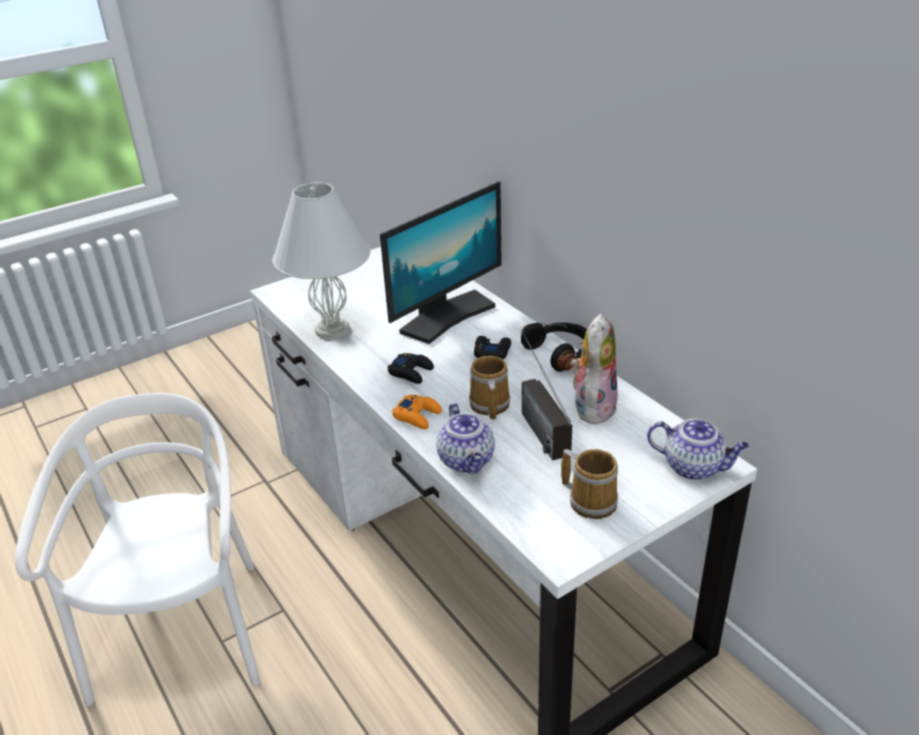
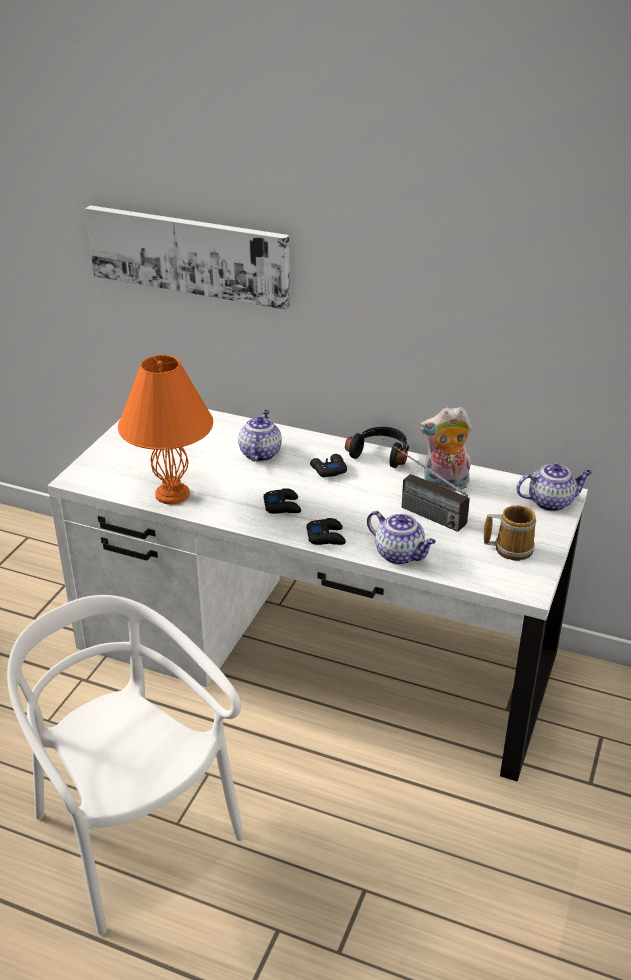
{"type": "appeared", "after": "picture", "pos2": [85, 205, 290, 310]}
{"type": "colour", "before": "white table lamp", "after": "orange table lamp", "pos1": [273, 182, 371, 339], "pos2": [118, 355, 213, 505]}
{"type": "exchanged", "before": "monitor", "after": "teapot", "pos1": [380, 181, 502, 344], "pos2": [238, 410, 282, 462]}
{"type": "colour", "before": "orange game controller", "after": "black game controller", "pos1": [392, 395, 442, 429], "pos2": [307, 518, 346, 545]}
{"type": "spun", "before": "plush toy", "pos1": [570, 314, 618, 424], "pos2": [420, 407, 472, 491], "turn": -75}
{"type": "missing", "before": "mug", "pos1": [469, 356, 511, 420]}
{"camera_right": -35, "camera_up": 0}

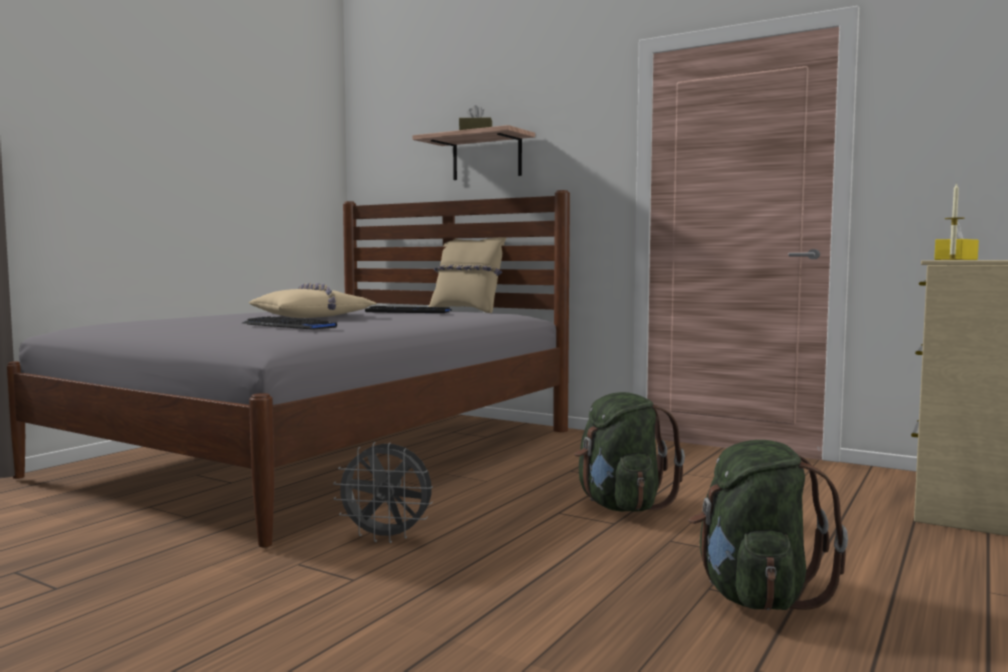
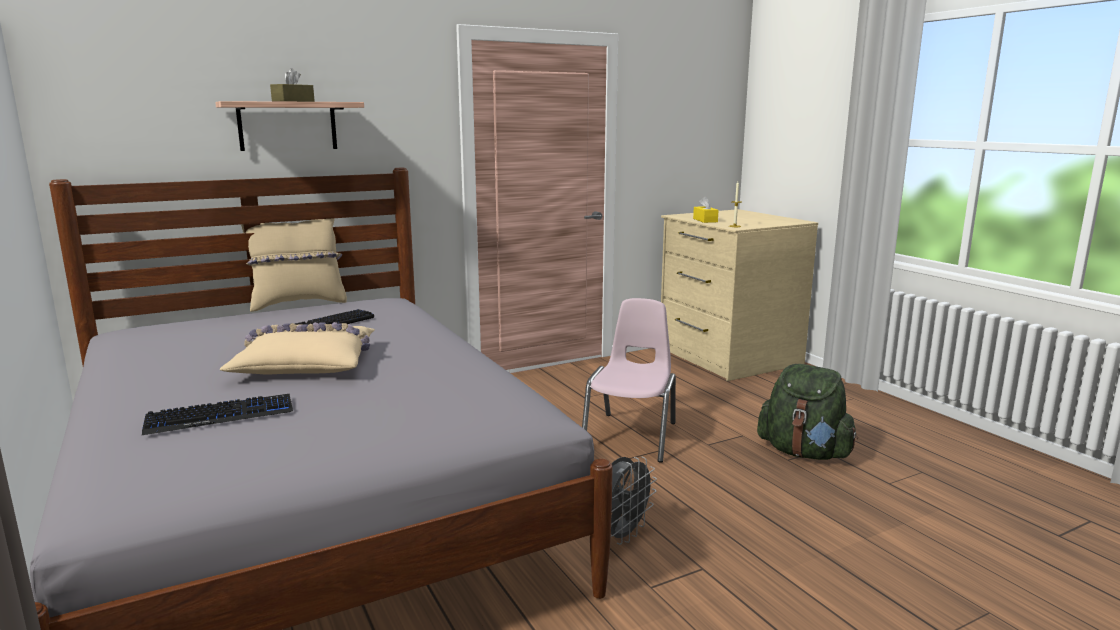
{"type": "relocated", "before": "keyboard", "pos1": [242, 316, 337, 330], "pos2": [142, 394, 293, 435]}
{"type": "exchanged", "before": "green backpack", "after": "pink chair", "pos1": [575, 392, 685, 512], "pos2": [582, 298, 676, 462]}
{"camera_right": -60, "camera_up": 10}

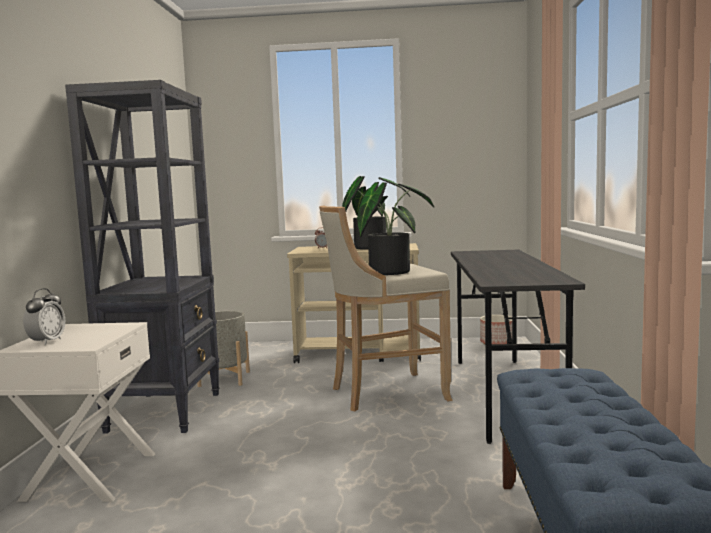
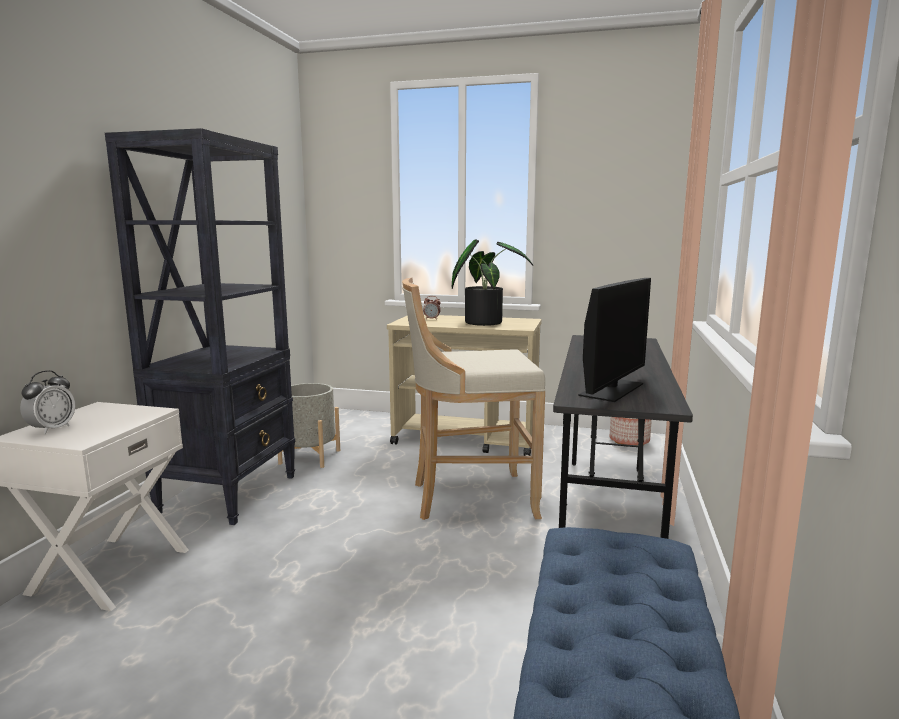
{"type": "appeared", "after": "monitor", "pos2": [578, 278, 651, 402]}
{"type": "missing", "before": "potted plant", "pos1": [357, 182, 434, 275]}
{"camera_right": 10, "camera_up": 5}

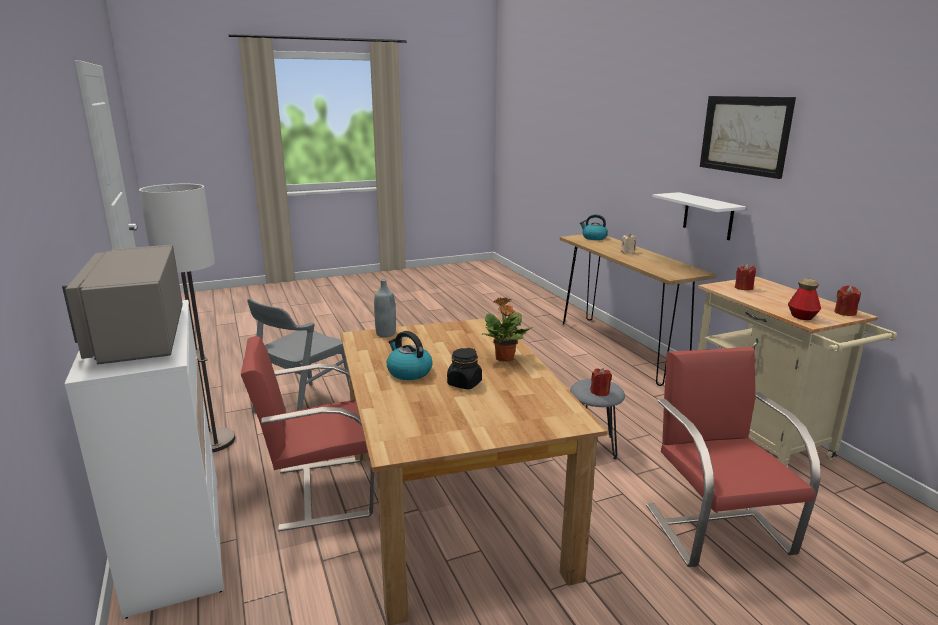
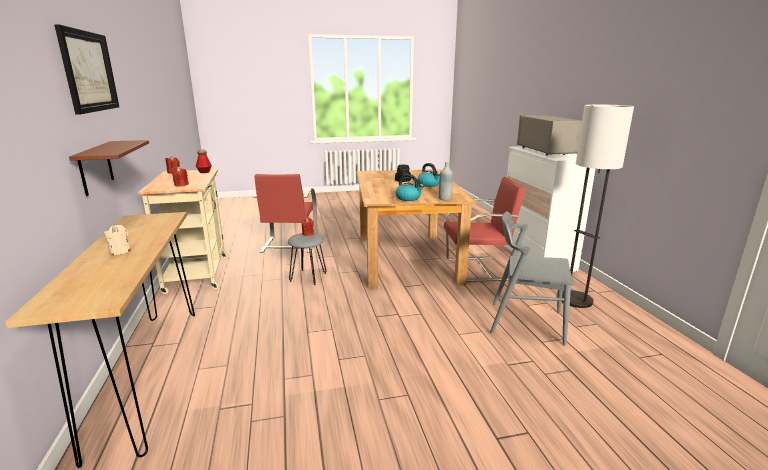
{"type": "colour", "before": "white shelf", "after": "brown shelf", "pos1": [653, 192, 746, 240], "pos2": [69, 140, 149, 196]}
{"type": "relocated", "before": "kettle", "pos1": [580, 214, 608, 240], "pos2": [395, 174, 424, 201]}
{"type": "spun", "before": "grey chair", "pos1": [247, 299, 350, 413], "pos2": [490, 211, 575, 345], "turn": -120}
{"type": "missing", "before": "potted plant", "pos1": [482, 297, 533, 361]}
{"camera_right": -170, "camera_up": 0}

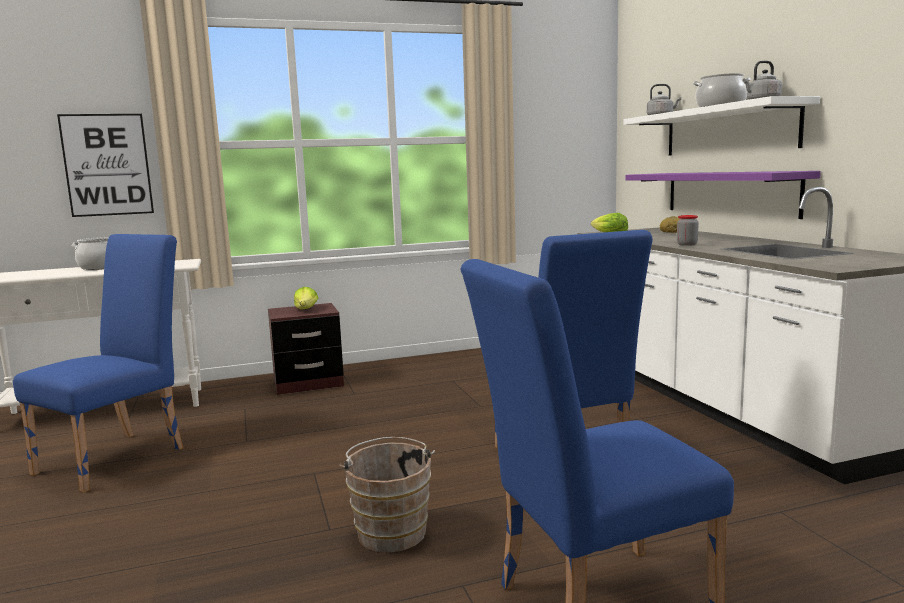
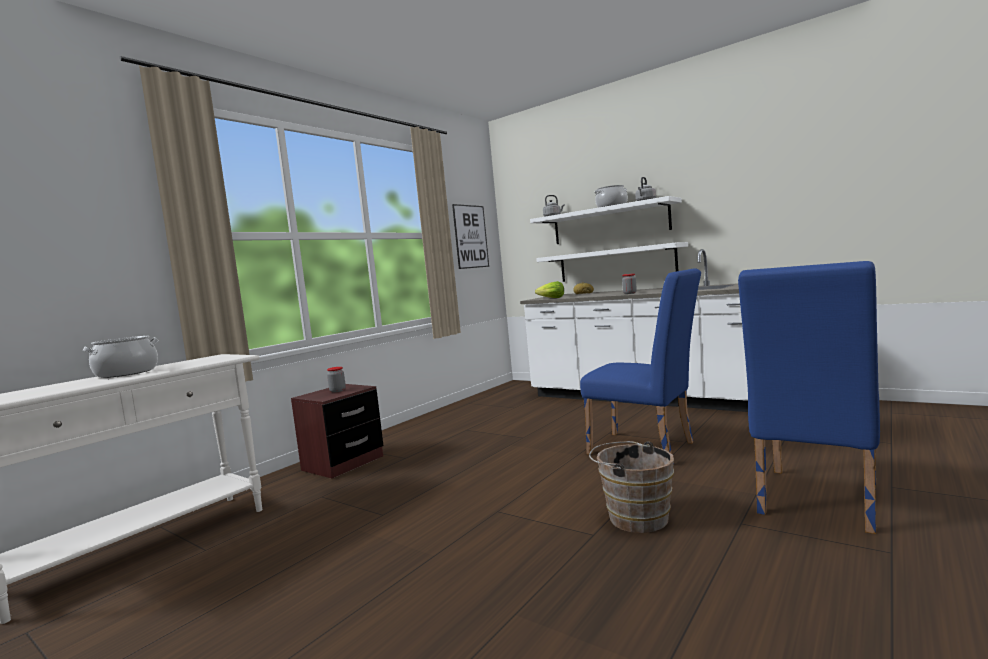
{"type": "exchanged", "before": "lettuce", "after": "jar", "pos1": [294, 287, 318, 309], "pos2": [327, 367, 346, 392]}
{"type": "relocated", "before": "picture", "pos1": [57, 114, 154, 217], "pos2": [452, 204, 489, 269]}
{"type": "colour", "before": "purple shelf", "after": "white shelf", "pos1": [626, 171, 821, 219], "pos2": [536, 242, 688, 282]}
{"type": "missing", "before": "blue chair", "pos1": [13, 234, 183, 493]}
{"camera_right": -35, "camera_up": -5}

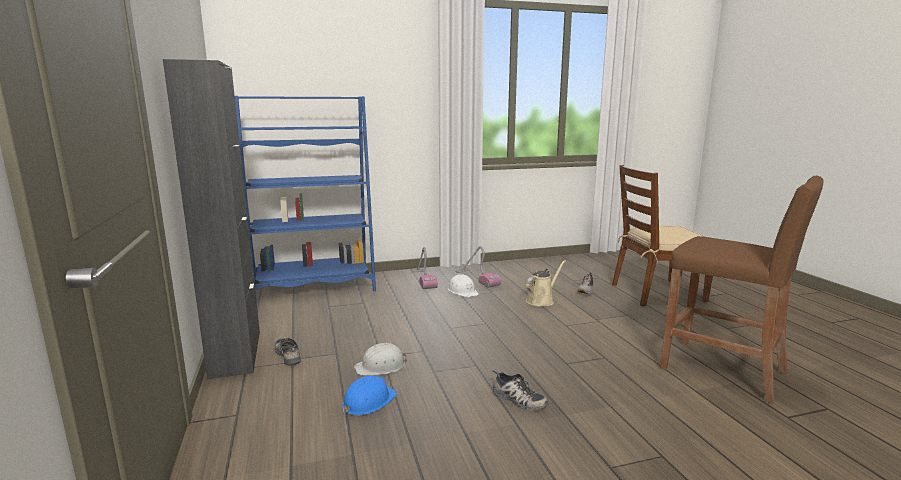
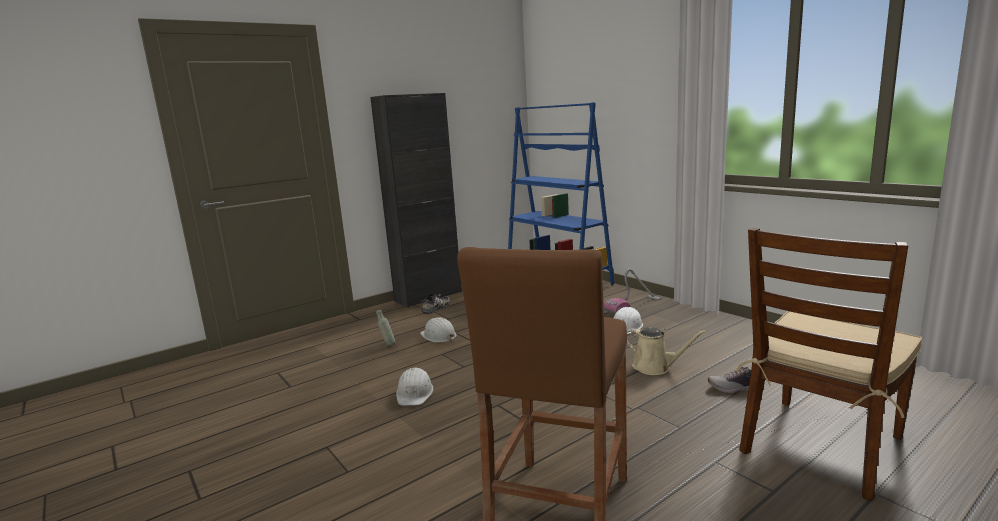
{"type": "exchanged", "before": "blue hard hat", "after": "grey bottle", "pos1": [343, 376, 397, 415], "pos2": [376, 309, 396, 346]}
{"type": "exchanged", "before": "shoe", "after": "white hard hat", "pos1": [493, 370, 548, 411], "pos2": [396, 367, 434, 406]}
{"type": "spun", "before": "brown chair", "pos1": [612, 165, 713, 307], "pos2": [736, 227, 922, 501], "turn": -105}
{"type": "missing", "before": "vacuum cleaner", "pos1": [455, 246, 501, 288]}
{"camera_right": 70, "camera_up": 0}

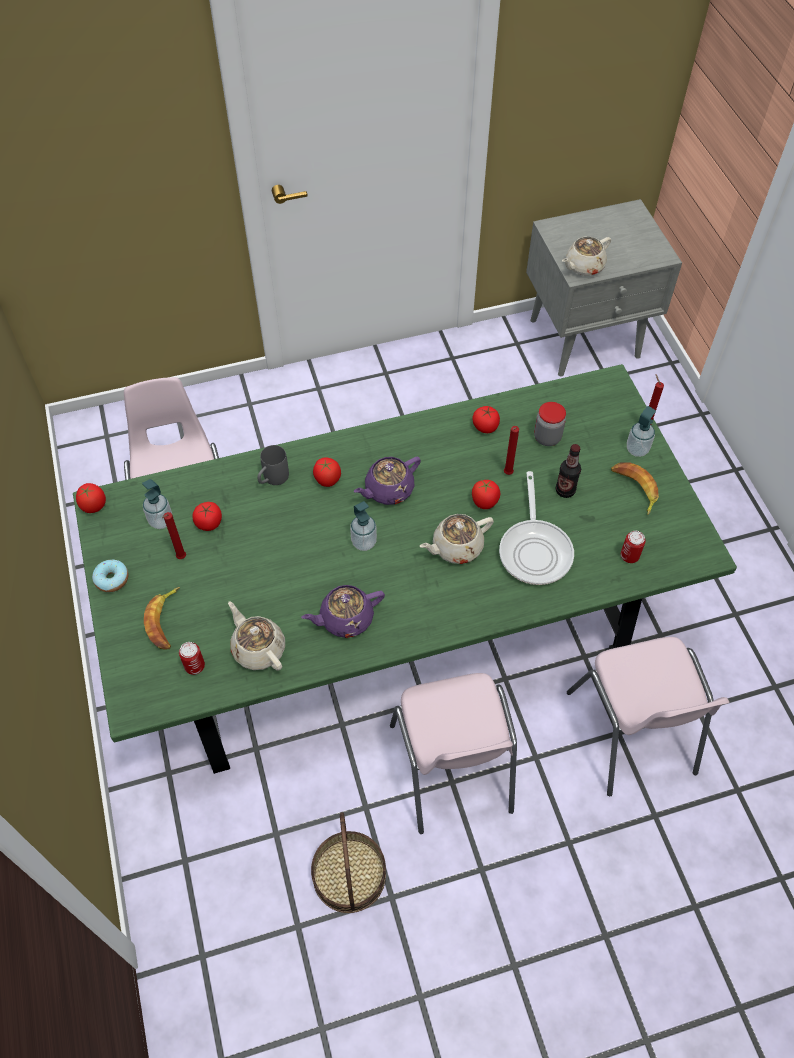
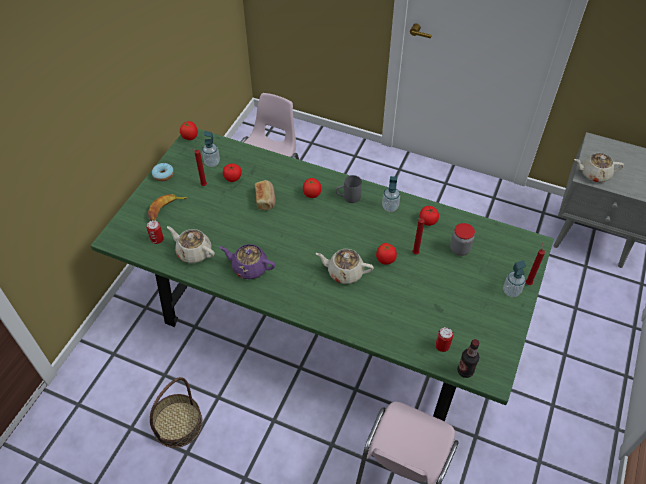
{"type": "spun", "before": "beige teapot", "pos1": [228, 601, 285, 671], "pos2": [167, 226, 215, 263], "turn": -60}
{"type": "appeared", "after": "bread", "pos2": [255, 180, 276, 211]}
{"type": "relocated", "before": "grey mug", "pos1": [257, 445, 289, 485], "pos2": [336, 175, 362, 203]}
{"type": "relocated", "before": "soap dispenser", "pos1": [350, 501, 377, 551], "pos2": [382, 176, 400, 212]}
{"type": "relocated", "before": "bottle", "pos1": [556, 444, 581, 498], "pos2": [457, 339, 480, 378]}
{"type": "missing", "before": "purple teapot", "pos1": [354, 456, 421, 505]}
{"type": "missing", "before": "pink chair", "pos1": [390, 673, 517, 834]}
{"type": "missing", "before": "frying pan", "pos1": [499, 471, 574, 585]}
{"type": "missing", "before": "banana", "pos1": [611, 462, 659, 515]}
{"camera_right": 40, "camera_up": -5}

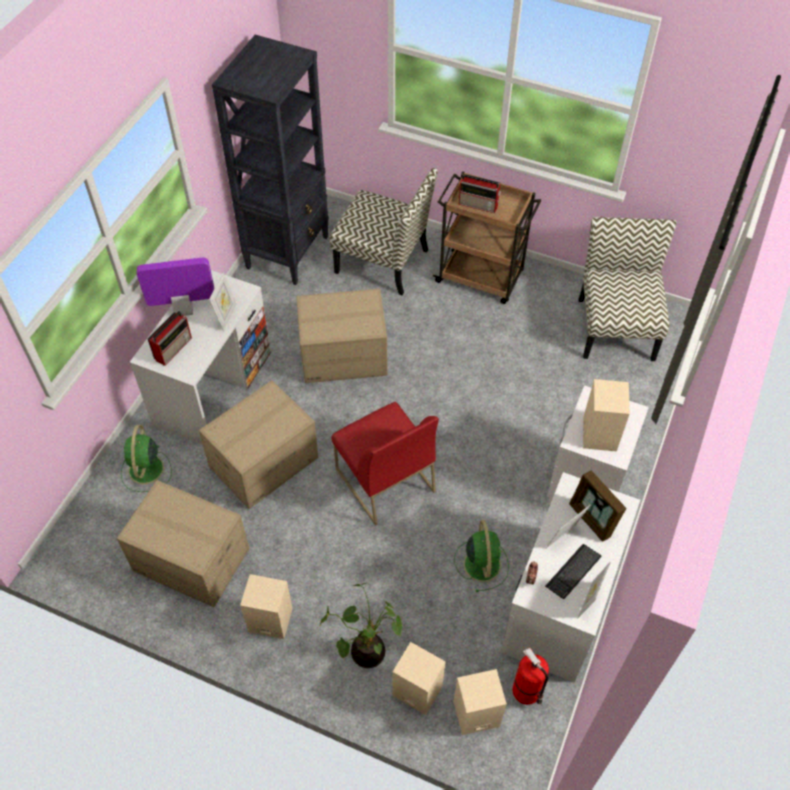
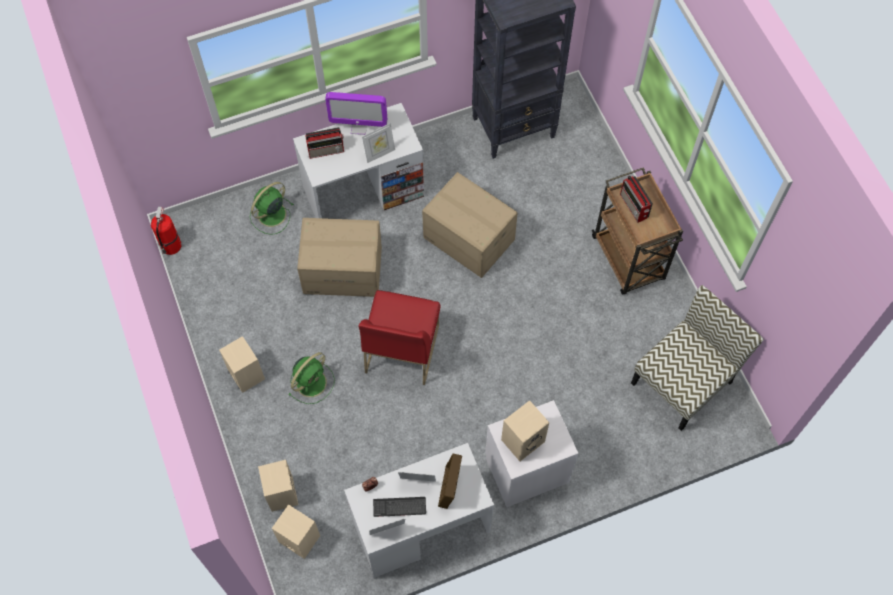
{"type": "relocated", "before": "fire extinguisher", "pos1": [512, 648, 549, 705], "pos2": [151, 207, 181, 255]}
{"type": "relocated", "before": "green fan", "pos1": [454, 520, 509, 592], "pos2": [288, 352, 335, 404]}
{"type": "spun", "before": "monitor", "pos1": [137, 258, 215, 316], "pos2": [325, 92, 387, 135], "turn": 150}
{"type": "missing", "before": "cardboard box", "pos1": [117, 480, 249, 607]}
{"type": "missing", "before": "potted plant", "pos1": [320, 583, 402, 668]}
{"type": "missing", "before": "chair", "pos1": [330, 168, 437, 296]}
{"camera_right": 45, "camera_up": 10}

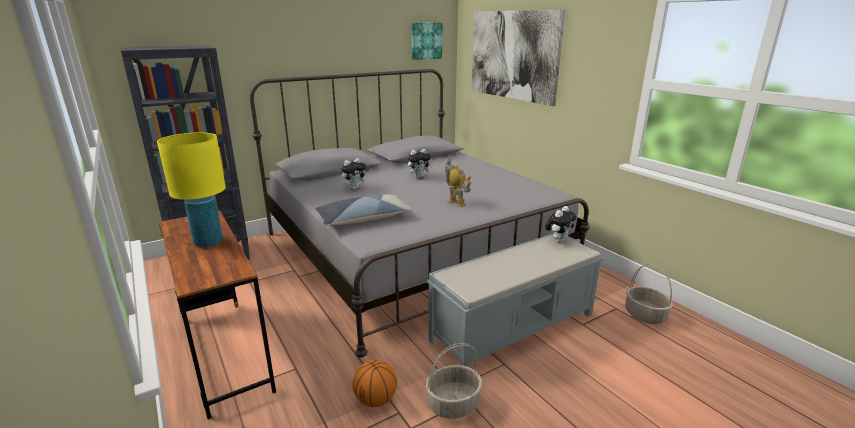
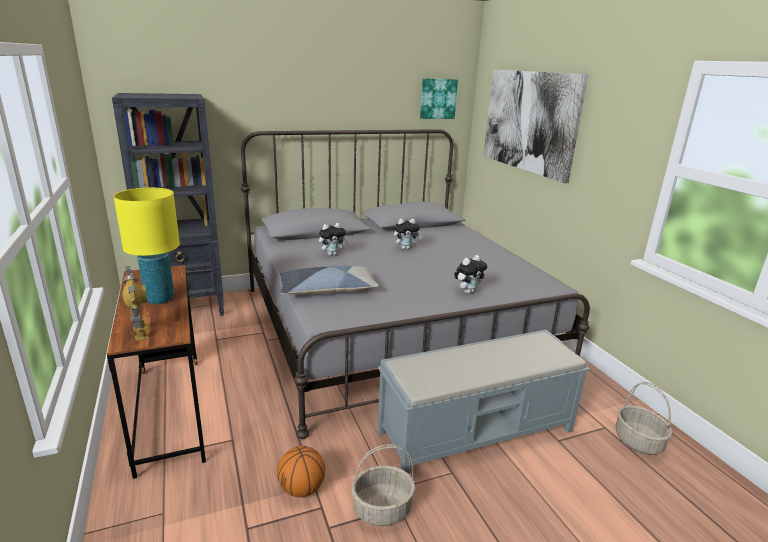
{"type": "relocated", "before": "toy robot", "pos1": [445, 159, 471, 207], "pos2": [122, 266, 149, 341]}
{"type": "relocated", "before": "plush toy", "pos1": [545, 206, 576, 243], "pos2": [454, 255, 487, 294]}
{"camera_right": 10, "camera_up": 0}

